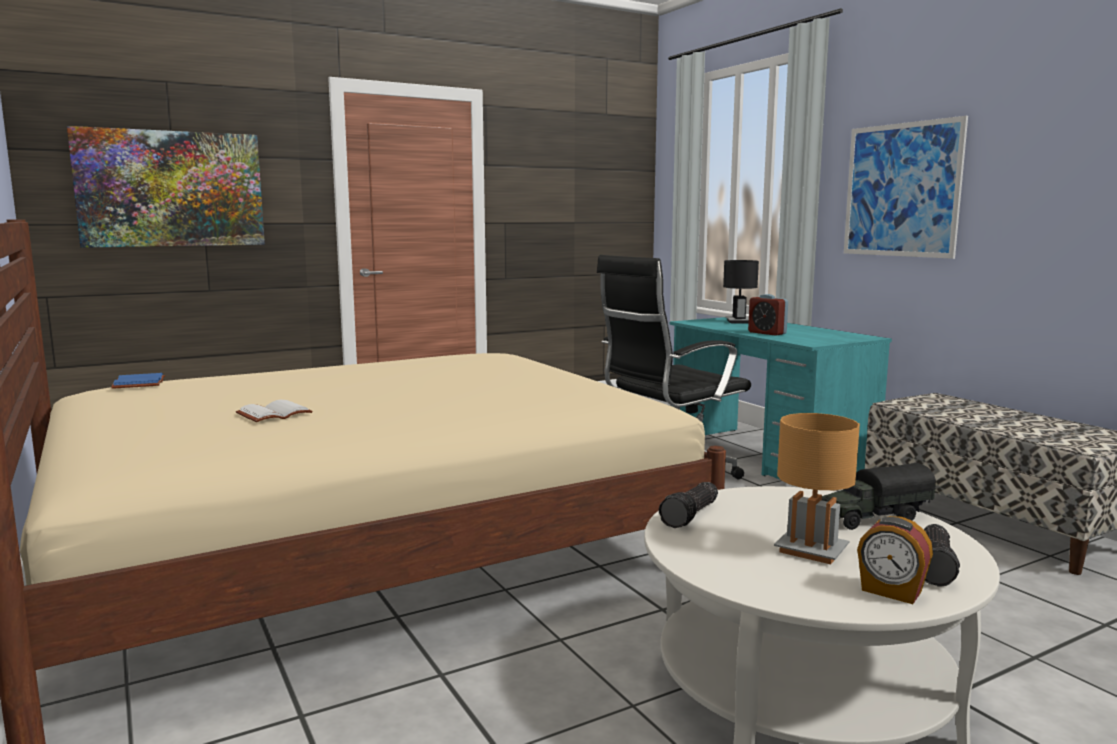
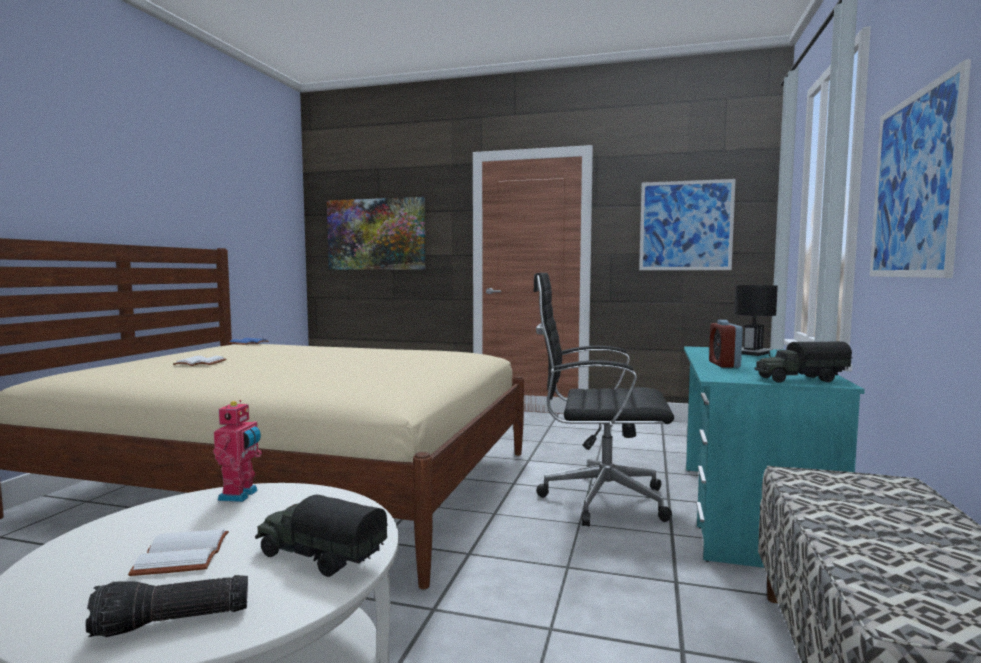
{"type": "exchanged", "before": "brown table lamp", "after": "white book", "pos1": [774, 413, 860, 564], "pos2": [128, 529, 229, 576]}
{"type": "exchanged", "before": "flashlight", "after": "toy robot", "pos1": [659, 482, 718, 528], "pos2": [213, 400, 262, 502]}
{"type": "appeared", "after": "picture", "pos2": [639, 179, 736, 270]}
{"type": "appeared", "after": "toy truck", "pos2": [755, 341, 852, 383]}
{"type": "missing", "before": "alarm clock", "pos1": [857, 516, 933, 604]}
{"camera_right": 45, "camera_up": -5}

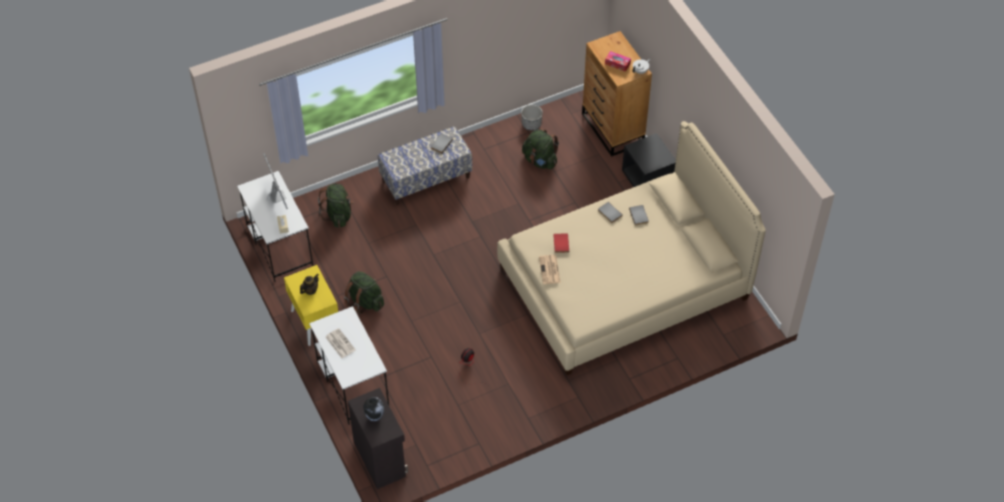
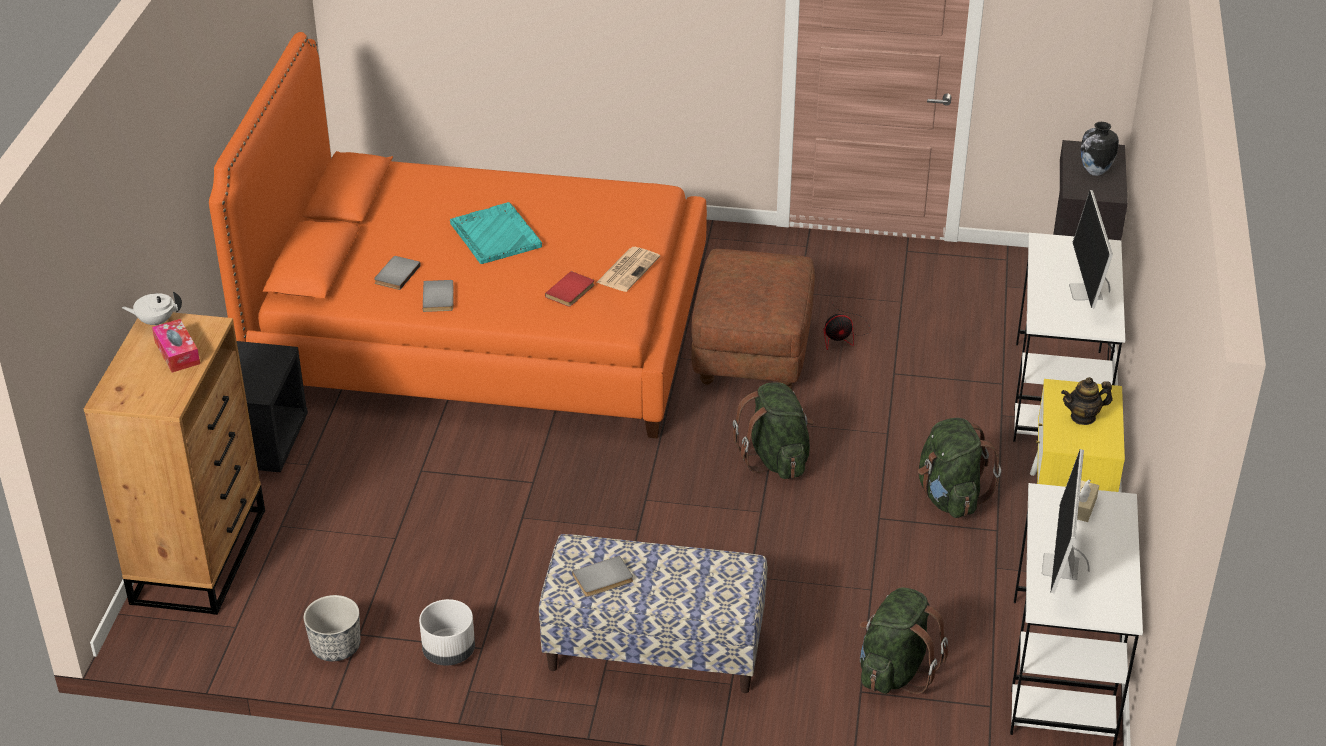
{"type": "colour", "before": "beige bed", "after": "orange bed", "pos1": [497, 121, 766, 375], "pos2": [209, 32, 707, 439]}
{"type": "appeared", "after": "white planter", "pos2": [419, 599, 475, 666]}
{"type": "appeared", "after": "turquoise tray", "pos2": [450, 202, 542, 264]}
{"type": "appeared", "after": "brown ottoman", "pos2": [691, 249, 815, 388]}
{"type": "relocated", "before": "green backpack", "pos1": [522, 129, 559, 170], "pos2": [733, 382, 813, 479]}
{"type": "exchanged", "before": "newspaper", "after": "monitor", "pos1": [325, 328, 356, 358], "pos2": [1069, 190, 1113, 308]}
{"camera_right": -145, "camera_up": -15}

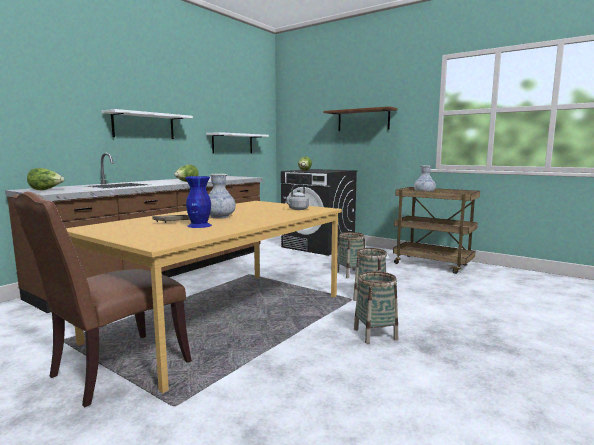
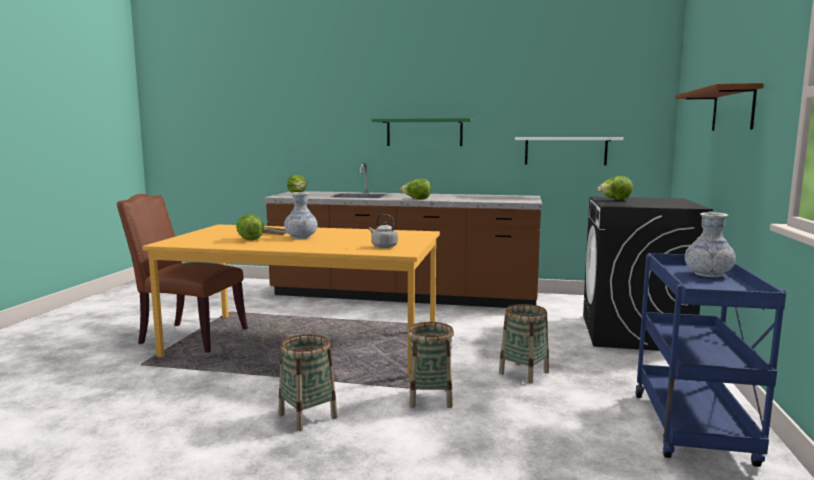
{"type": "exchanged", "before": "blue vase", "after": "lettuce", "pos1": [185, 176, 212, 228], "pos2": [236, 214, 264, 241]}
{"type": "colour", "before": "white shelf", "after": "green shelf", "pos1": [101, 109, 193, 139], "pos2": [372, 118, 473, 146]}
{"type": "colour", "before": "brown cart", "after": "blue cart", "pos1": [393, 187, 480, 274], "pos2": [635, 253, 786, 467]}
{"camera_right": 65, "camera_up": 0}

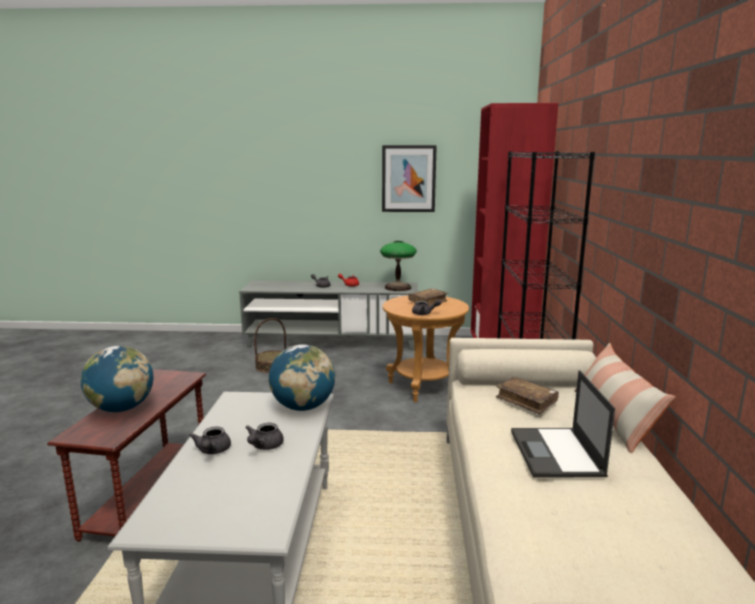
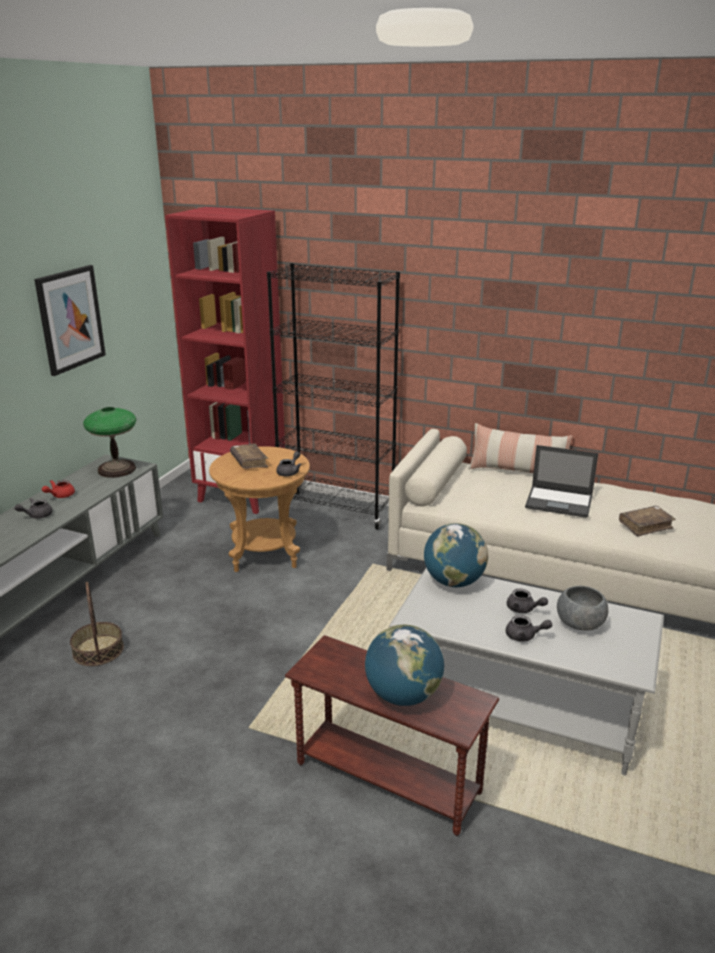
{"type": "appeared", "after": "grey bowl", "pos2": [557, 586, 608, 630]}
{"type": "relocated", "before": "brown book", "pos1": [496, 377, 559, 415], "pos2": [619, 506, 676, 537]}
{"camera_right": -70, "camera_up": 10}

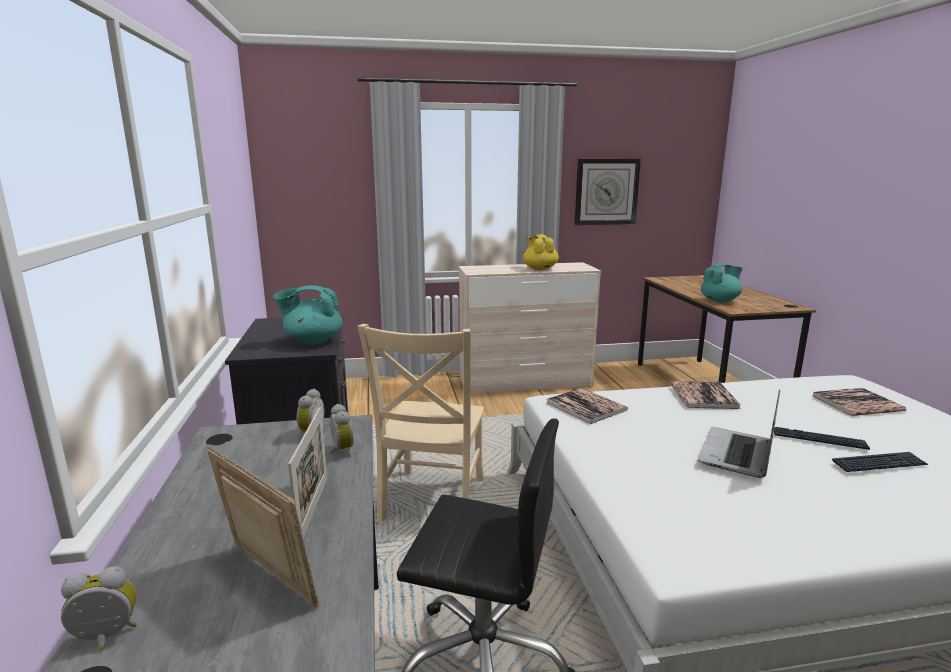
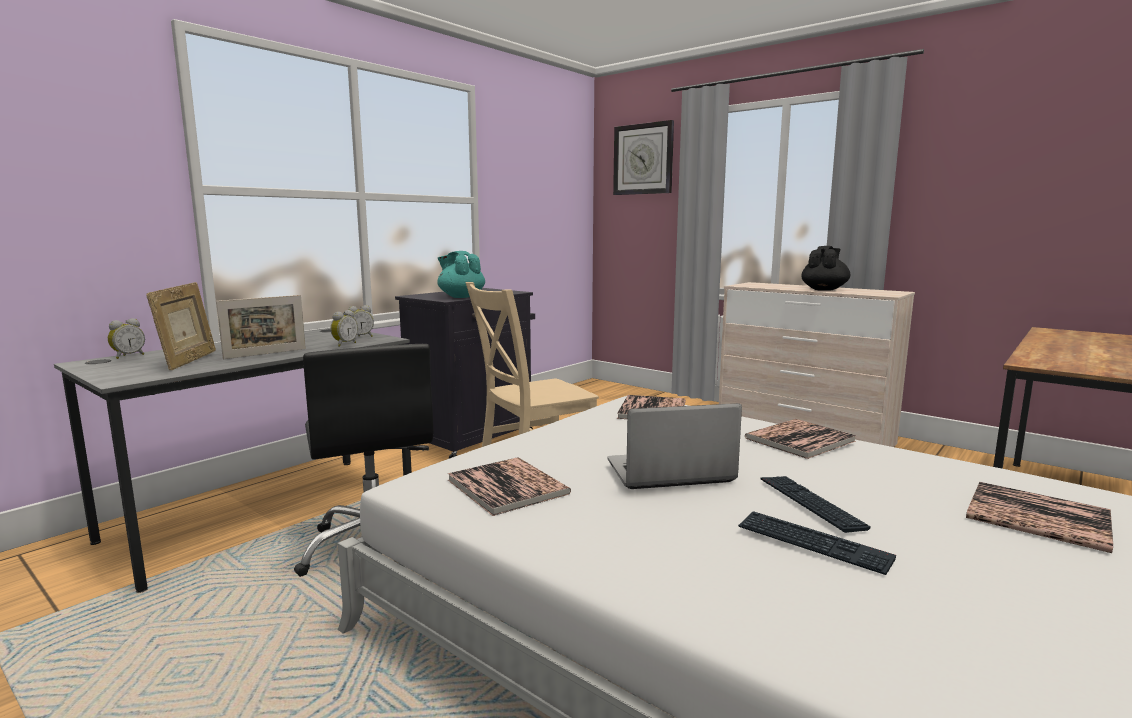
{"type": "spun", "before": "alarm clock", "pos1": [61, 566, 137, 652], "pos2": [108, 318, 145, 359], "turn": 90}
{"type": "appeared", "after": "book", "pos2": [448, 457, 571, 516]}
{"type": "relocated", "before": "wall clock", "pos1": [575, 159, 641, 225], "pos2": [613, 120, 674, 195]}
{"type": "colour", "before": "yellow teapot", "after": "black teapot", "pos1": [523, 234, 559, 270], "pos2": [802, 246, 850, 291]}
{"type": "missing", "before": "turquoise teapot", "pos1": [701, 264, 743, 302]}
{"camera_right": 50, "camera_up": -5}

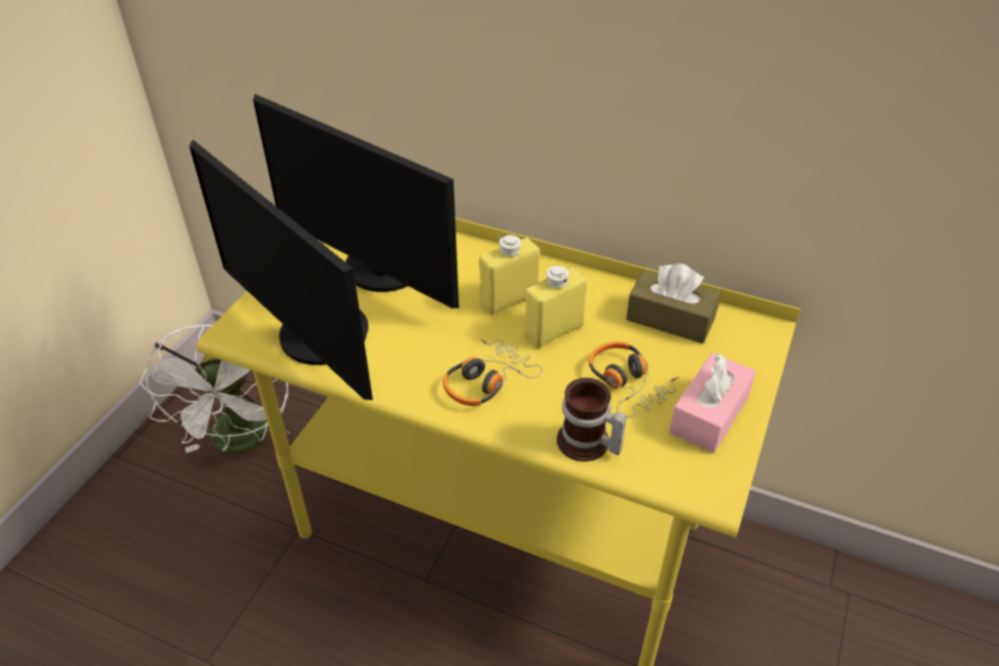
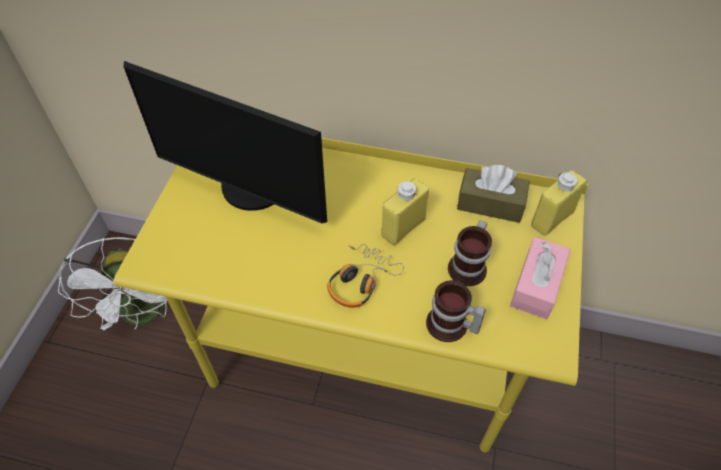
{"type": "exchanged", "before": "headphones", "after": "mug", "pos1": [589, 341, 679, 417], "pos2": [448, 221, 492, 286]}
{"type": "relocated", "before": "yellow bottle", "pos1": [480, 235, 540, 315], "pos2": [531, 170, 587, 236]}
{"type": "missing", "before": "monitor", "pos1": [189, 140, 373, 400]}
{"camera_right": -10, "camera_up": 10}

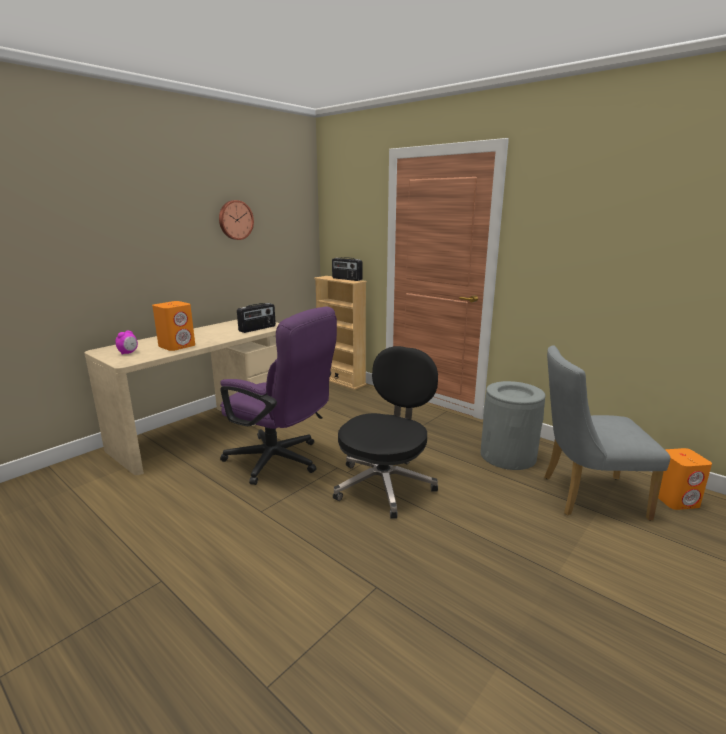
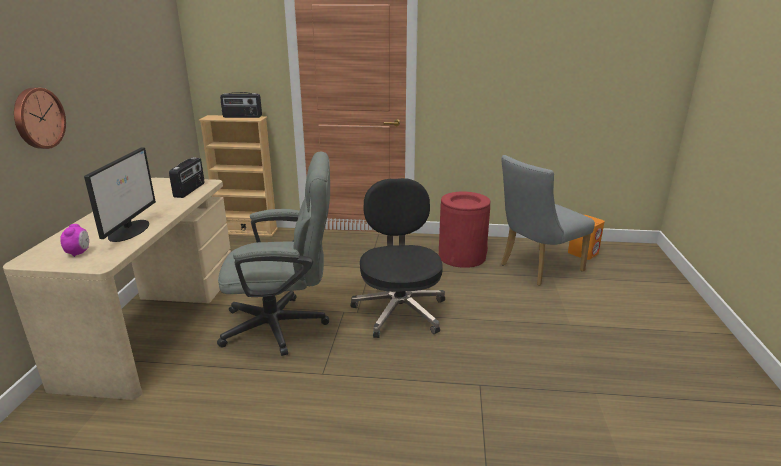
{"type": "relocated", "before": "wall clock", "pos1": [219, 200, 254, 240], "pos2": [14, 88, 66, 149]}
{"type": "exchanged", "before": "orange speaker", "after": "monitor", "pos1": [152, 301, 195, 351], "pos2": [84, 147, 156, 242]}
{"type": "colour", "before": "purple office chair", "after": "grey office chair", "pos1": [220, 307, 337, 485], "pos2": [217, 151, 330, 356]}
{"type": "colour", "before": "grey trash can", "after": "red trash can", "pos1": [481, 381, 545, 470], "pos2": [439, 192, 490, 268]}
{"camera_right": -35, "camera_up": 5}

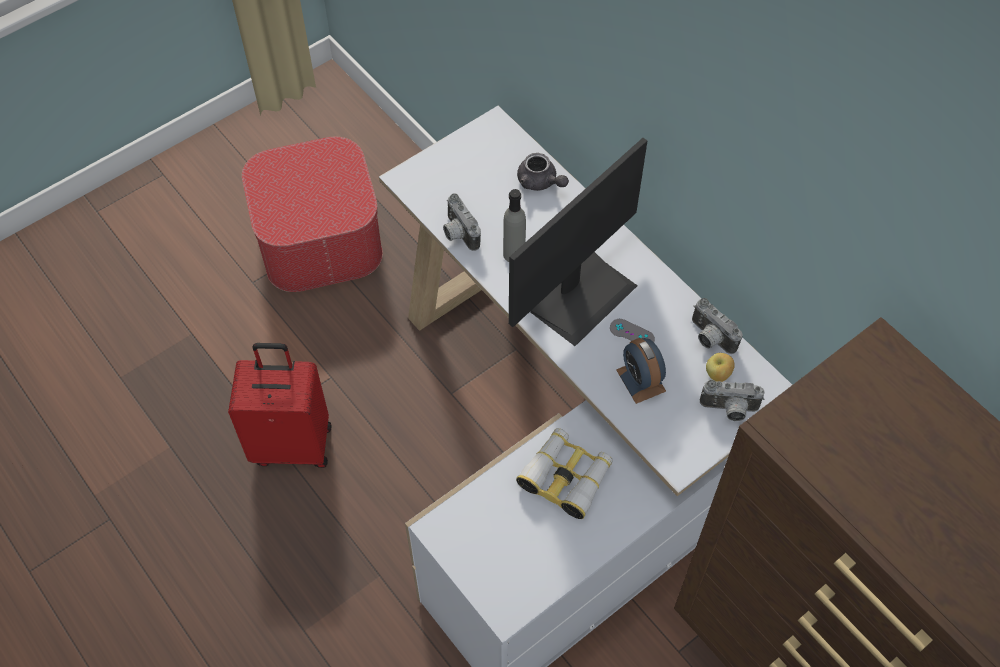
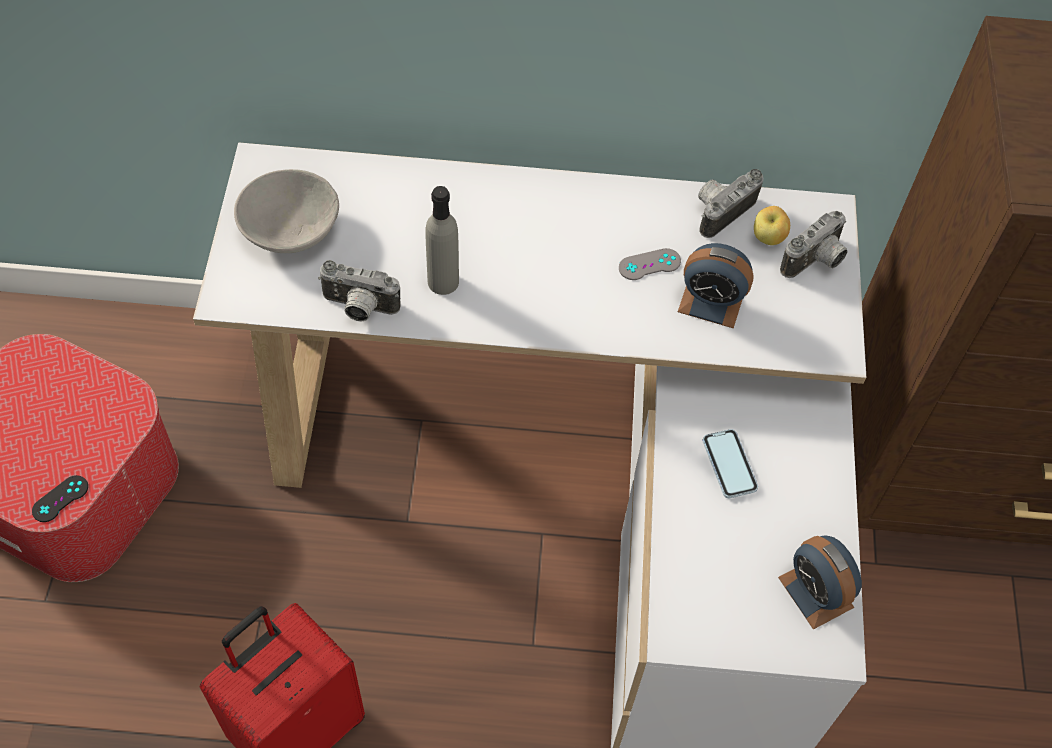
{"type": "appeared", "after": "black game controller", "pos2": [32, 475, 88, 522]}
{"type": "appeared", "after": "grey bowl", "pos2": [234, 169, 339, 253]}
{"type": "spun", "before": "photo camera", "pos1": [692, 298, 743, 354], "pos2": [698, 169, 764, 238], "turn": 135}
{"type": "exchanged", "before": "binoculars", "after": "phone", "pos1": [516, 428, 613, 519], "pos2": [703, 429, 758, 498]}
{"type": "appeared", "after": "alarm clock", "pos2": [778, 535, 862, 630]}
{"type": "missing", "before": "monitor", "pos1": [509, 138, 647, 346]}
{"type": "missing", "before": "grey teapot", "pos1": [517, 153, 569, 191]}
{"camera_right": -50, "camera_up": 0}

